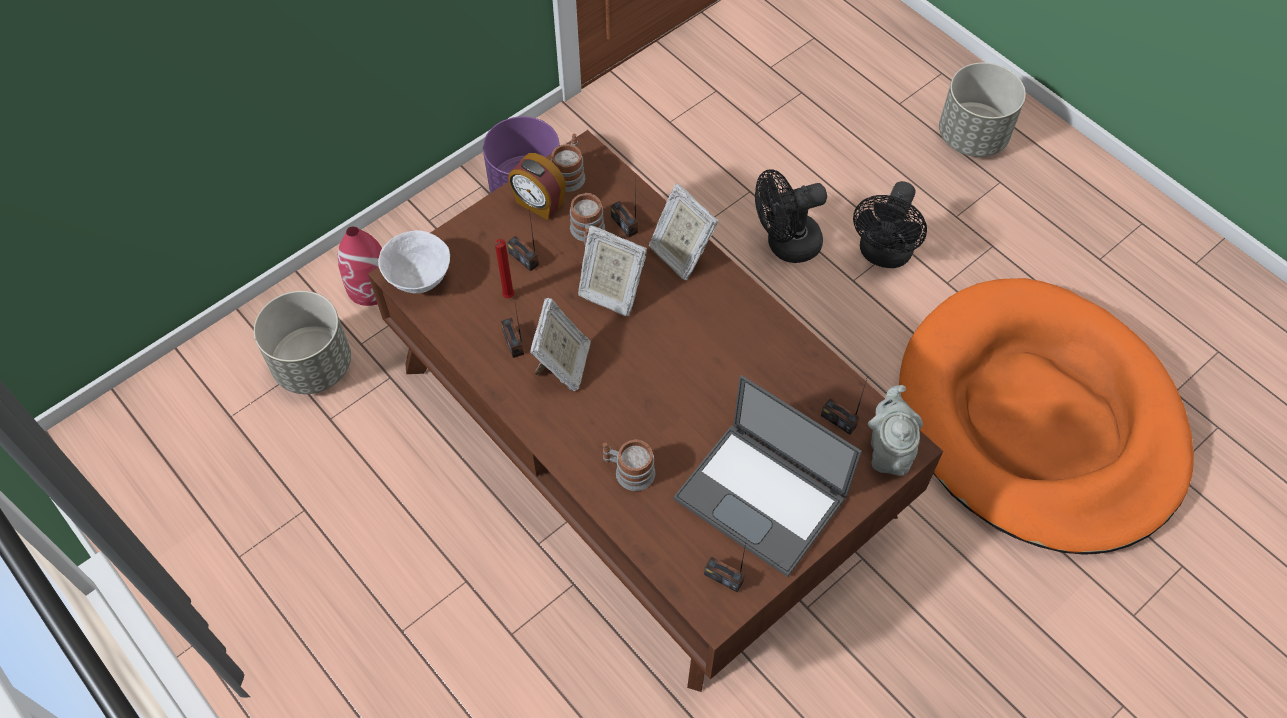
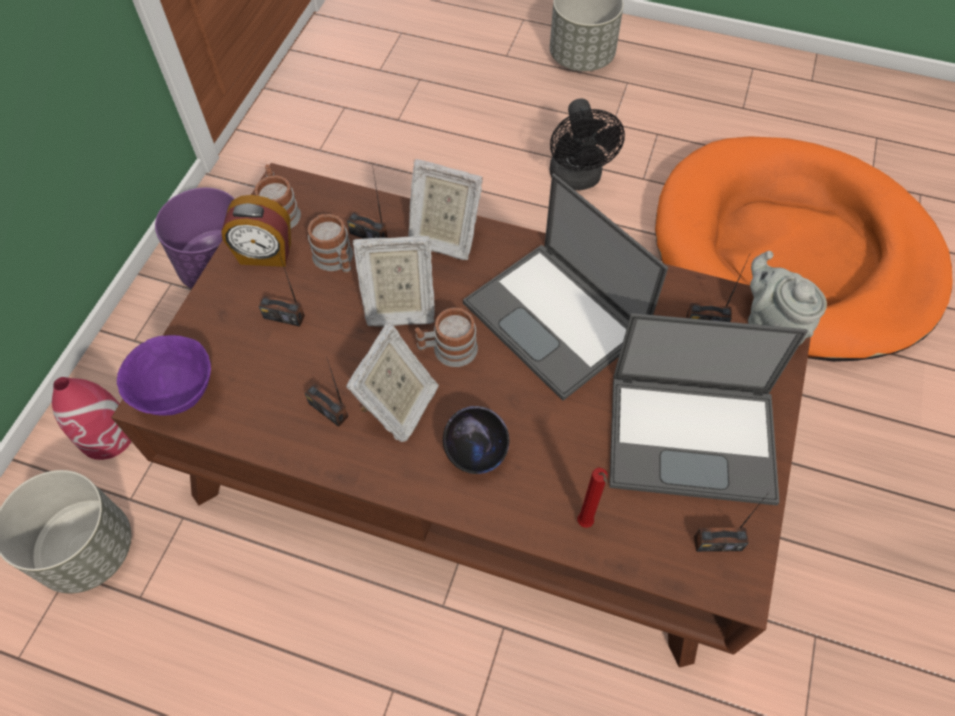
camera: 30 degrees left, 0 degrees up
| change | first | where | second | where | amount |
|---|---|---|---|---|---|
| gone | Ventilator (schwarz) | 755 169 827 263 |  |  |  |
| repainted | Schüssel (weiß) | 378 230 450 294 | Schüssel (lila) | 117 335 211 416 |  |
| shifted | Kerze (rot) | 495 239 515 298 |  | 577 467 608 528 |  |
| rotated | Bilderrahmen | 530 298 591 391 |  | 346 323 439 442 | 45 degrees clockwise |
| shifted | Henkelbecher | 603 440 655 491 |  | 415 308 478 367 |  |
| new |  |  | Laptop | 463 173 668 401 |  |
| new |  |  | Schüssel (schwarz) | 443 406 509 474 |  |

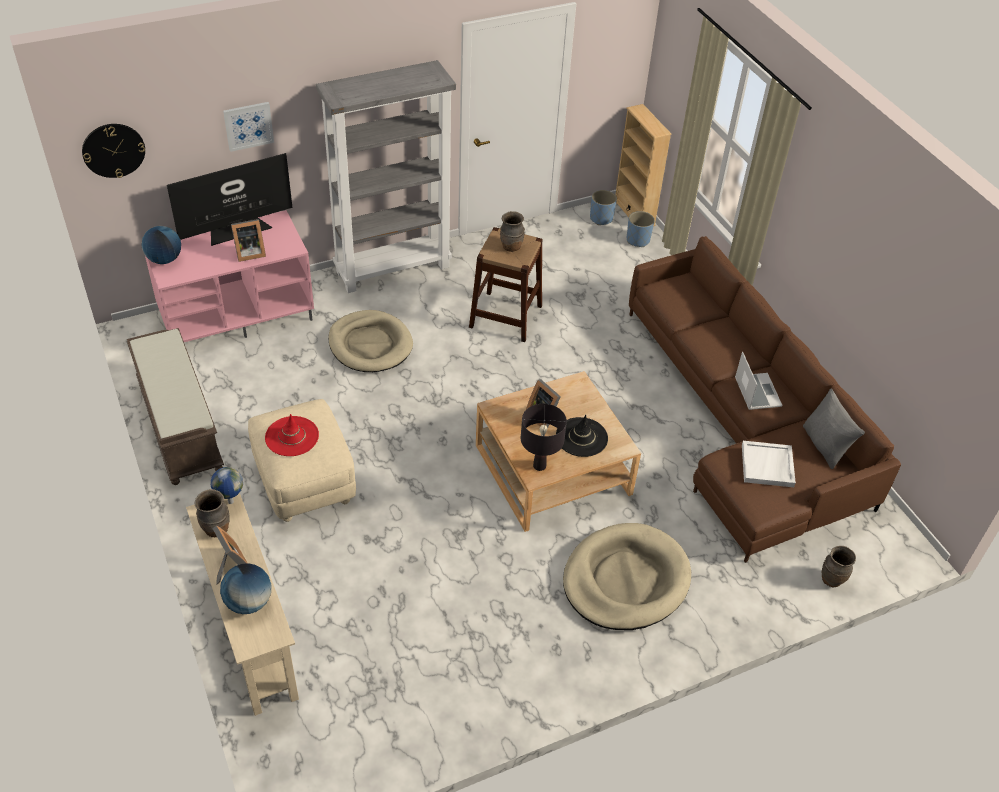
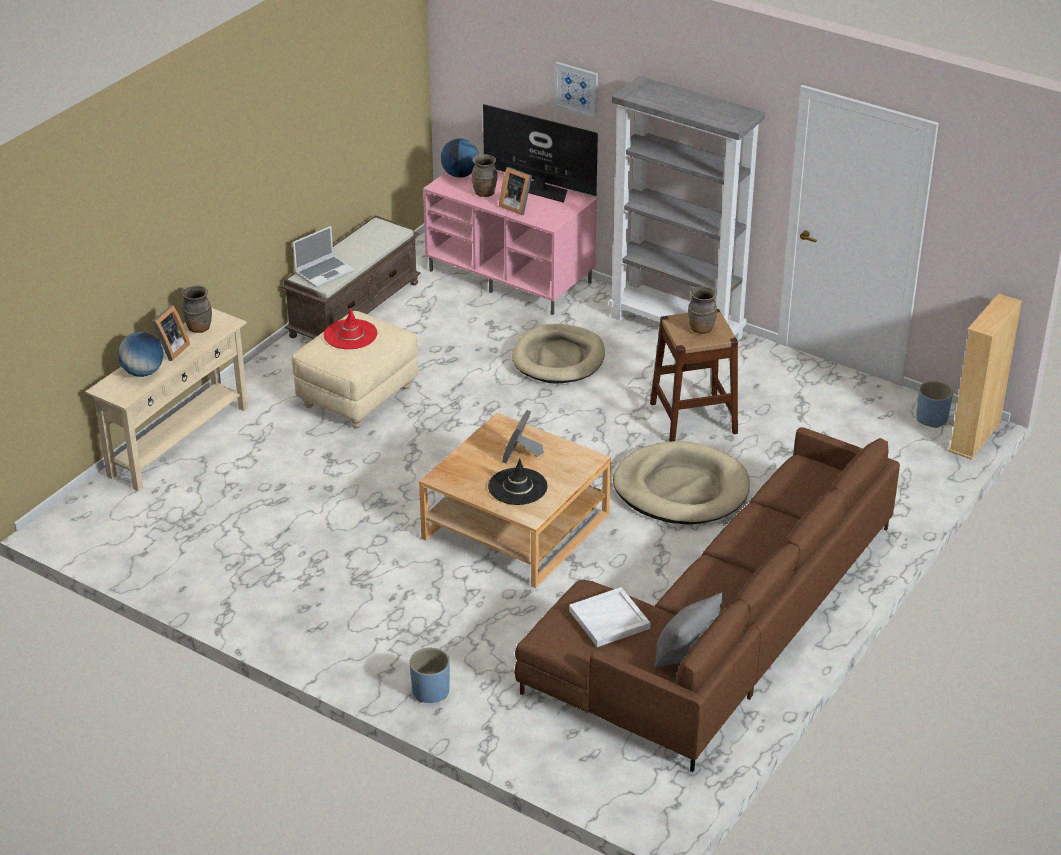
camera: 60 degrees right, 10 degrees down
| change | first | where | second | where | amount |
|---|---|---|---|---|---|
| gone | Wanduhr | 82 124 145 178 |  |  |  |
| shifted | Pflanzkübel (blau) | 627 211 655 247 |  | 410 648 450 703 |  |
| shifted | Laptop | 735 352 783 410 |  | 293 226 354 288 |  |
| gone | Tischlampe (schwarz) | 521 404 567 471 |  |  |  |
| gone | Globus | 211 467 243 504 |  |  |  |
| shifted | Hundebett (beige) | 563 523 691 630 |  | 613 441 750 525 |  |
| shifted | Vase (braun) | 822 546 856 587 |  | 472 154 498 197 |  |

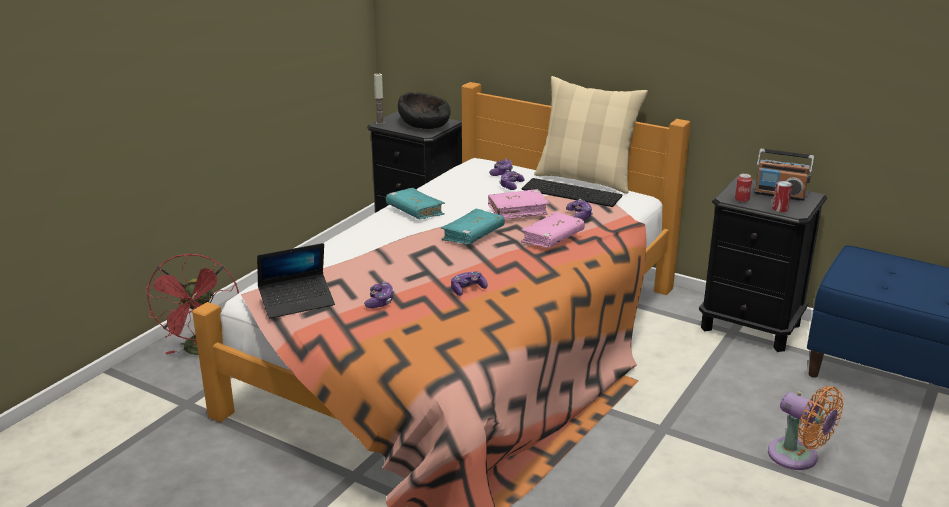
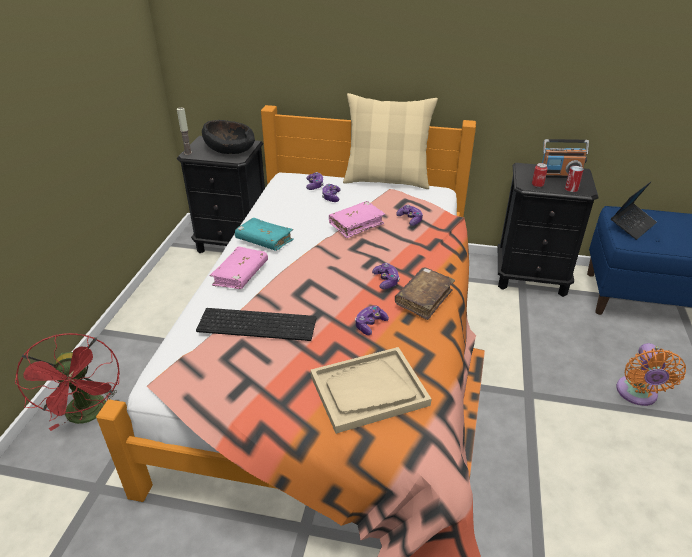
camera: 20 degrees left, 10 degrees up
| change | first | where | second | where | amount |
|---|---|---|---|---|---|
| shifted | Tastatur | 522 178 622 207 |  | 196 308 316 341 |  |
| gone | Buch (türkis) | 441 209 505 245 |  |  |  |
| shifted | Buch (rosa) | 521 212 585 248 |  | 210 246 268 289 |  |
| shifted | Laptop | 257 243 335 318 |  | 611 181 657 240 |  |
| shifted | Gamepad | 364 281 394 308 |  | 372 263 400 289 |  |
| rotated | Ventilator (orange) | 768 386 844 470 |  | 616 343 686 406 | 75 degrees clockwise |
| new |  |  | Buch (braun) | 395 267 455 320 |  |
| new |  |  | Tablett (beige) | 310 347 431 434 |  |

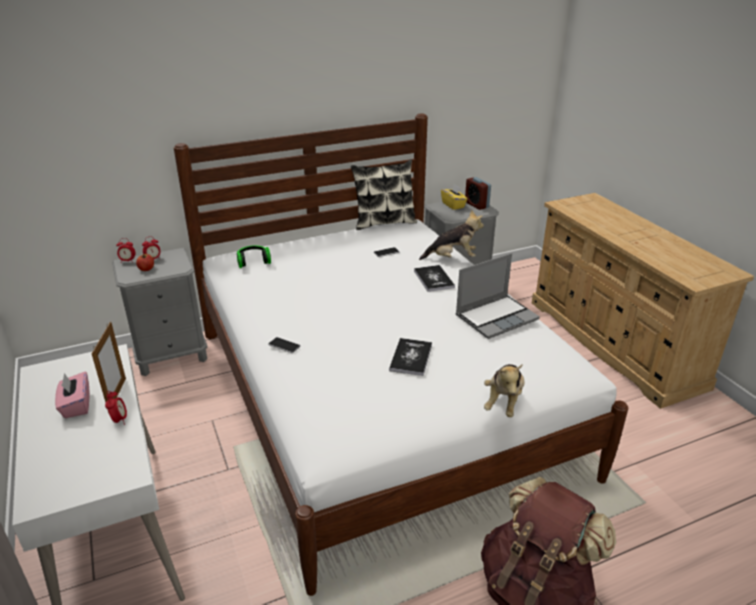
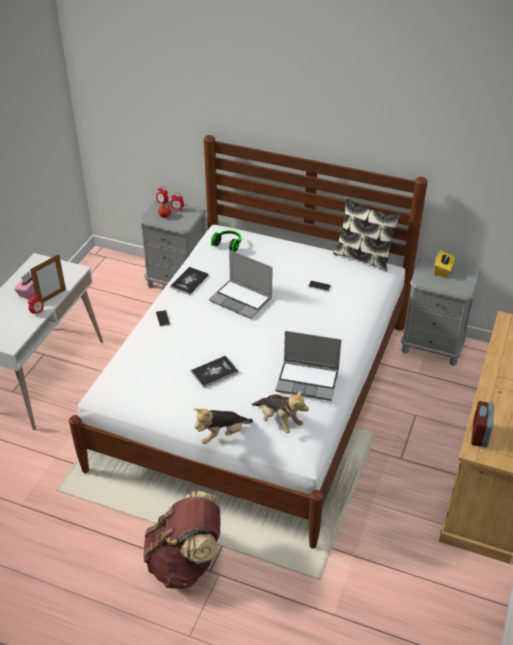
camera: 45 degrees right, 10 degrees up
| change | first | where | second | where | amount |
|---|---|---|---|---|---|
| shifted | Wecker | 465 177 491 210 |  | 471 401 494 447 |  |
| shifted | Plüschtier | 419 210 484 260 |  | 252 390 309 433 |  |
| shifted | Buch | 414 265 455 292 |  | 170 267 209 295 |  |
| new |  |  | Laptop | 209 250 273 319 |  |

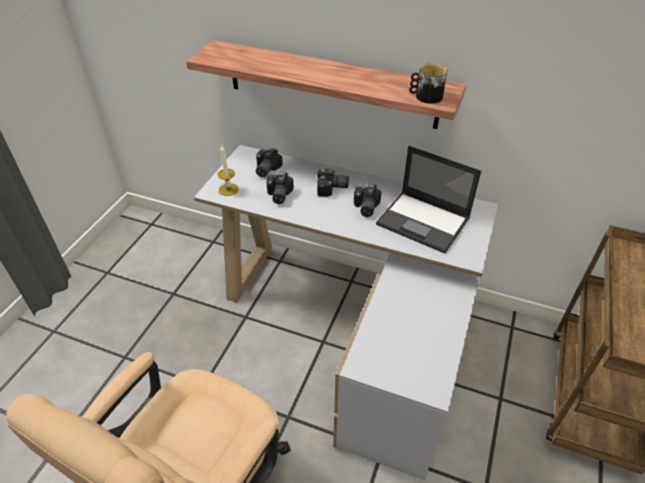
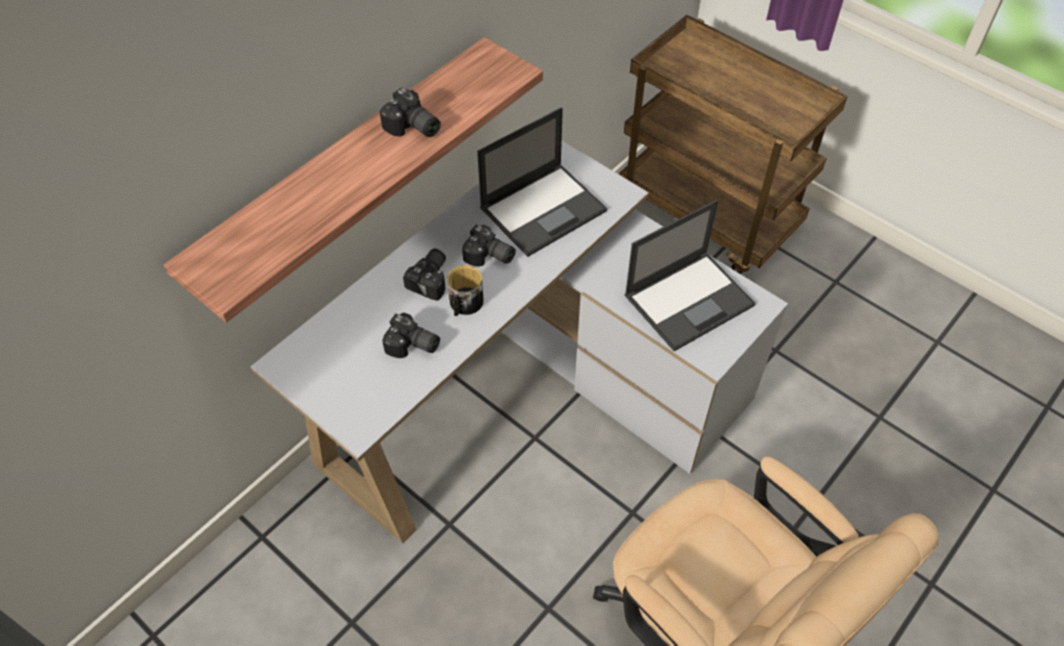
camera: 70 degrees left, 10 degrees up
| change | first | where | second | where | amount |
|---|---|---|---|---|---|
| shifted | Henkelbecher | 409 64 447 104 |  | 447 265 484 316 |  |
| gone | Kerze | 218 145 239 196 |  |  |  |
| shifted | Kamera | 256 148 283 177 |  | 380 88 441 137 |  |
| new |  |  | Laptop | 624 200 756 351 |  |

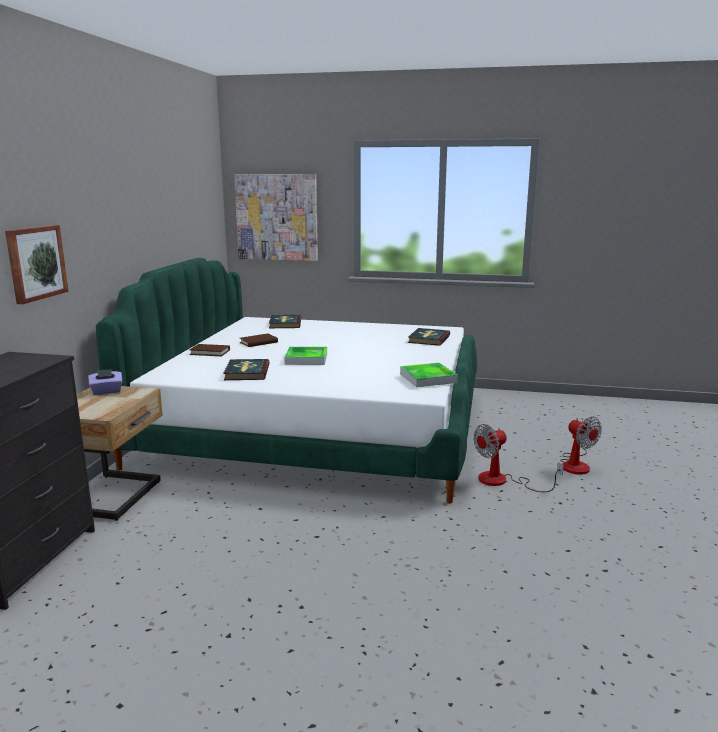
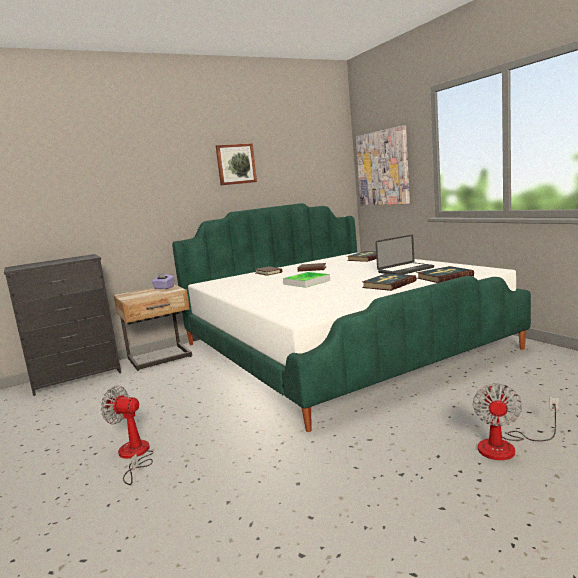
camera: 50 degrees right, 5 degrees down
| change | first | where | second | where | amount |
|---|---|---|---|---|---|
| shifted | Bild | 5 225 69 304 |  | 216 143 257 185 |  |
| shifted | Buch | 223 359 270 380 |  | 362 273 416 291 |  |
| gone | Tablett | 400 363 458 387 |  |  |  |
| shifted | Ventilator | 473 424 564 492 |  | 101 386 154 485 |  |
| new |  |  | Laptop | 375 235 434 275 |  |

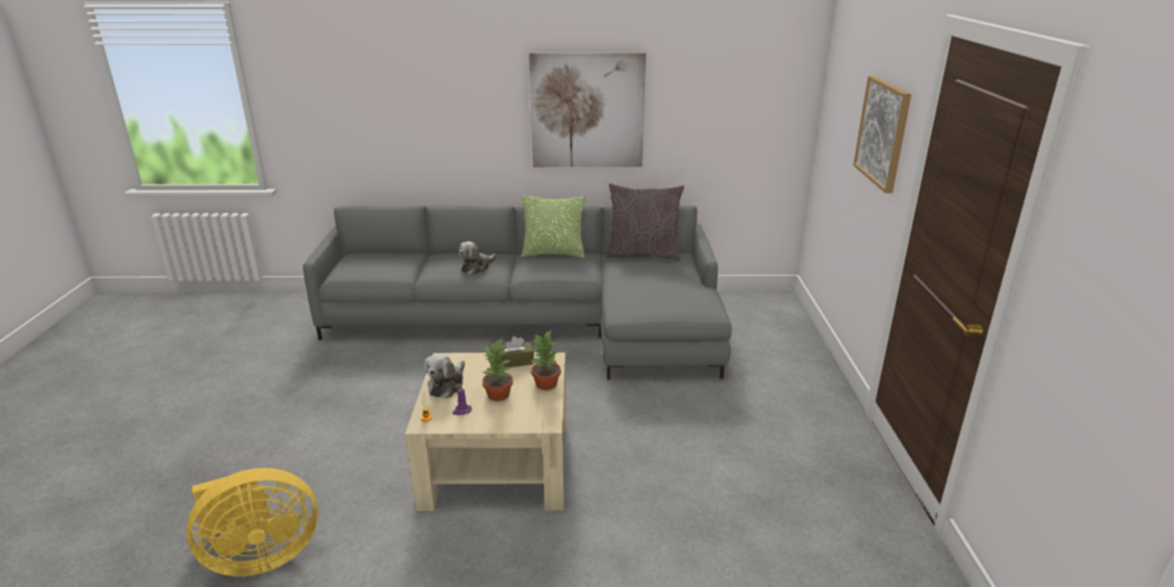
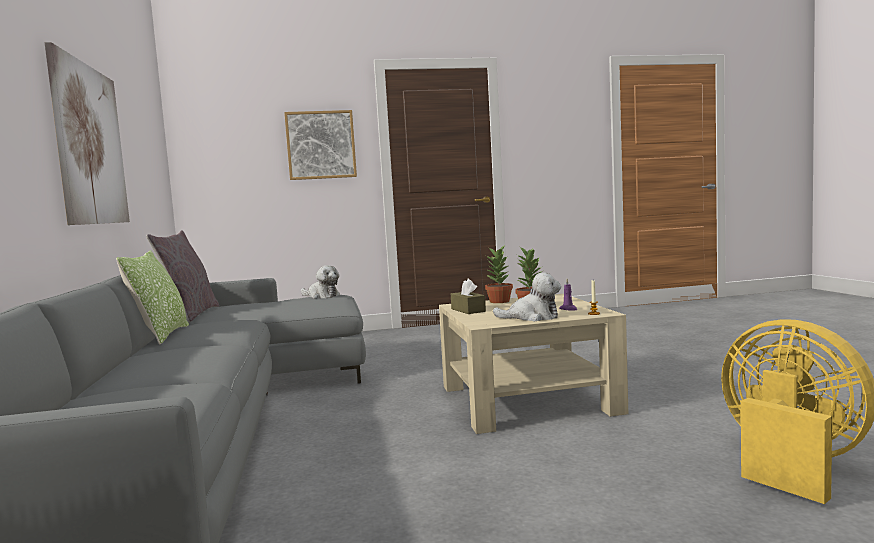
camera: 100 degrees left, 20 degrees down
| change | first | where | second | where | amount |
|---|---|---|---|---|---|
| shifted | Plüschtier | 459 241 497 275 |  | 301 265 340 299 |  |

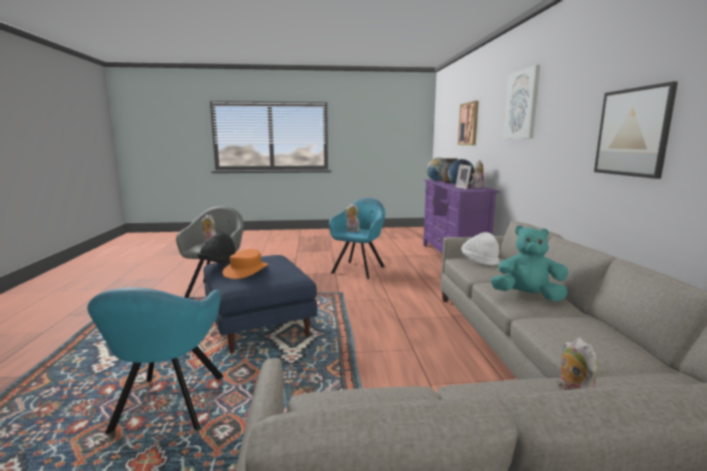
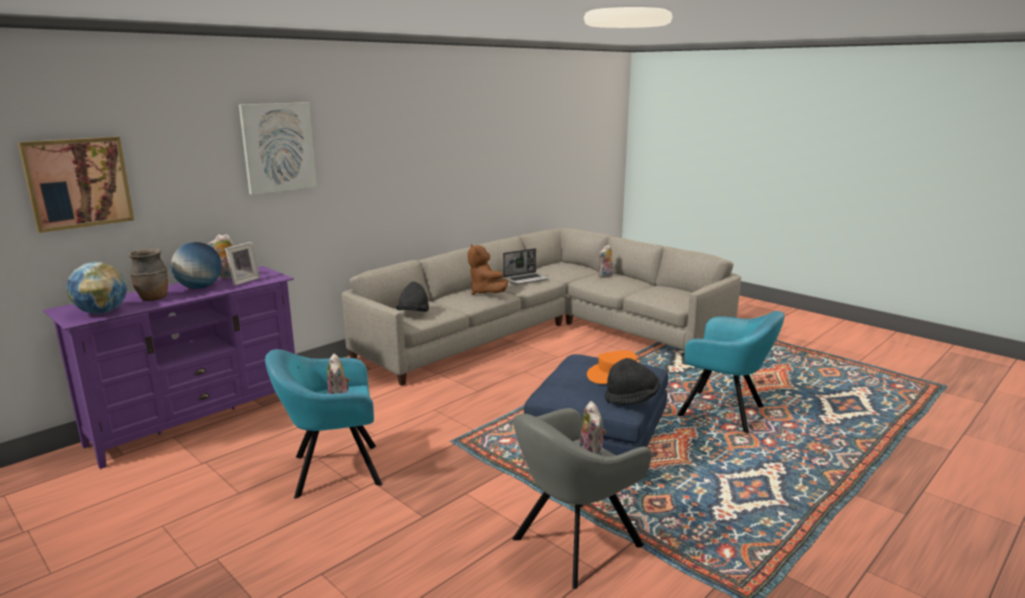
camera: 130 degrees left, 5 degrees up
| change | first | where | second | where | amount |
|---|---|---|---|---|---|
| gone | Bild | 594 81 678 179 |  |  |  |
| repainted | Plüschtier (türkis) | 491 225 568 302 | Plüschtier (braun) | 468 244 508 295 |  |
| repainted | Hut (weiß) | 461 232 500 266 | Hut (schwarz) | 396 282 429 312 |  |
| rotated | Sessel (türkis) | 87 287 224 434 |  | 677 311 784 433 | 75 degrees clockwise |
| new |  |  | Laptop | 503 248 549 285 |  |

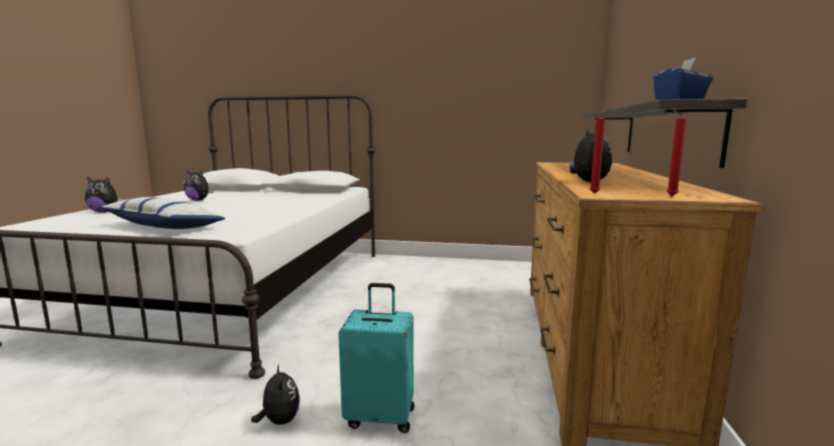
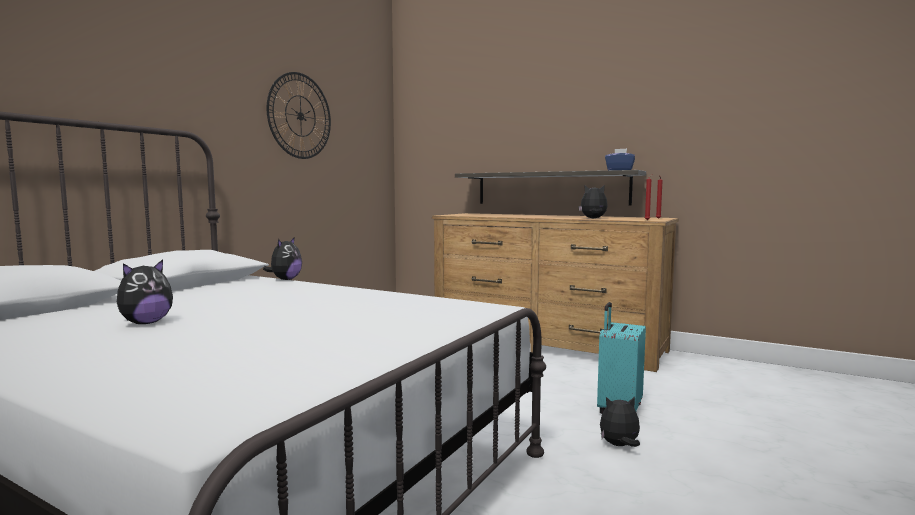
camera: 70 degrees left, 5 degrees down
| change | first | where | second | where | amount |
|---|---|---|---|---|---|
| shifted | Plüschtier | 85 177 124 213 |  | 263 238 302 280 |  |
| gone | Kissen | 98 197 225 229 |  |  |  |
| new |  |  | Wanduhr | 267 72 331 159 |  |

